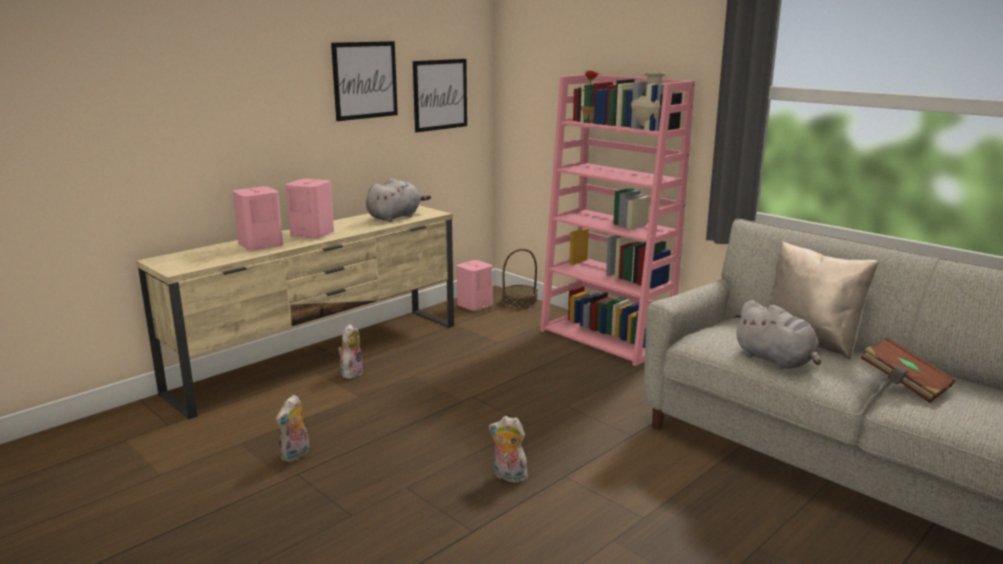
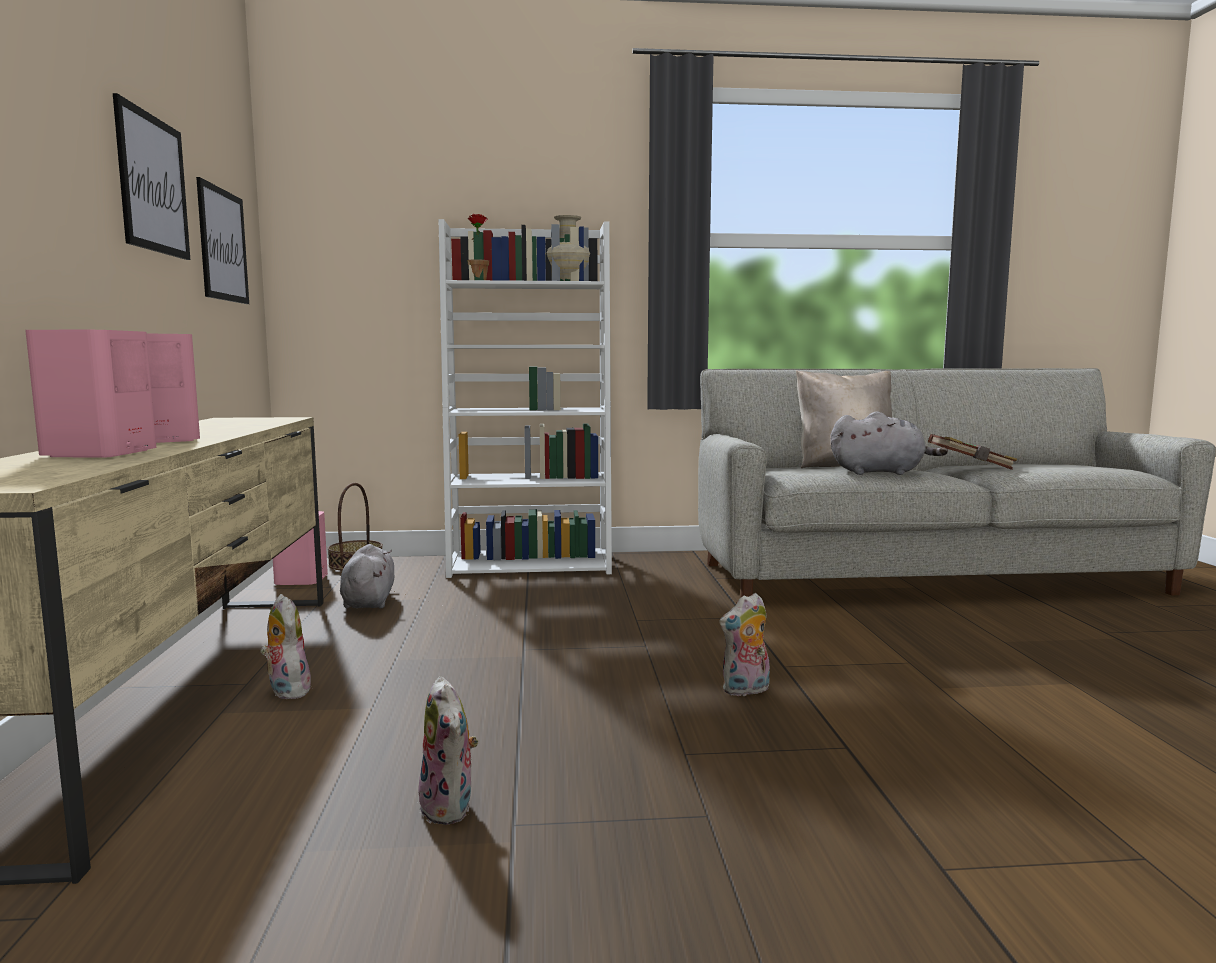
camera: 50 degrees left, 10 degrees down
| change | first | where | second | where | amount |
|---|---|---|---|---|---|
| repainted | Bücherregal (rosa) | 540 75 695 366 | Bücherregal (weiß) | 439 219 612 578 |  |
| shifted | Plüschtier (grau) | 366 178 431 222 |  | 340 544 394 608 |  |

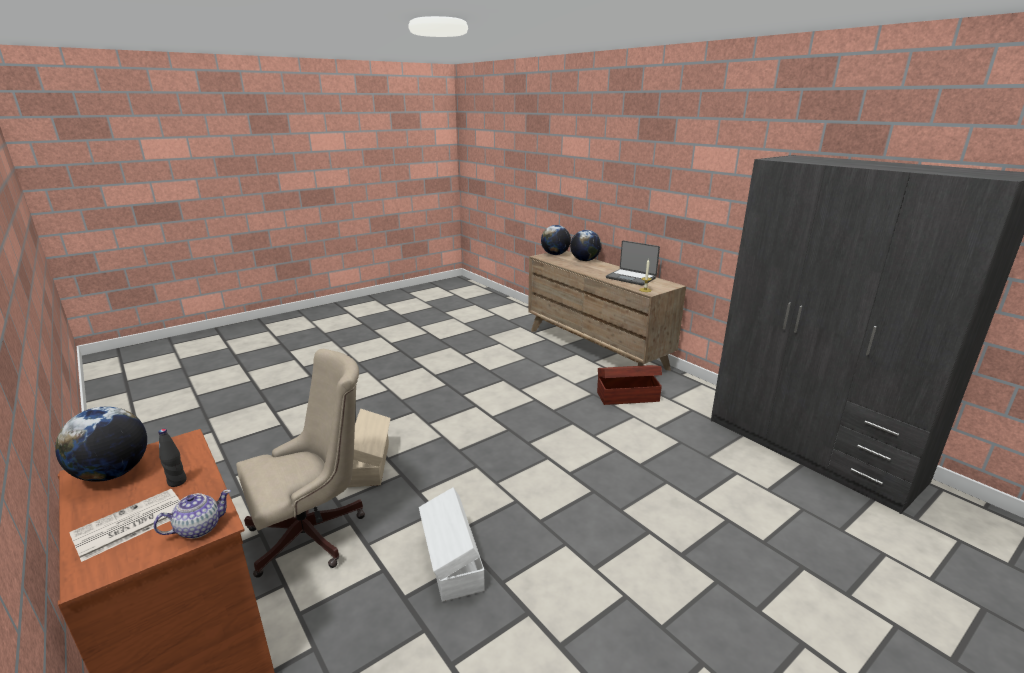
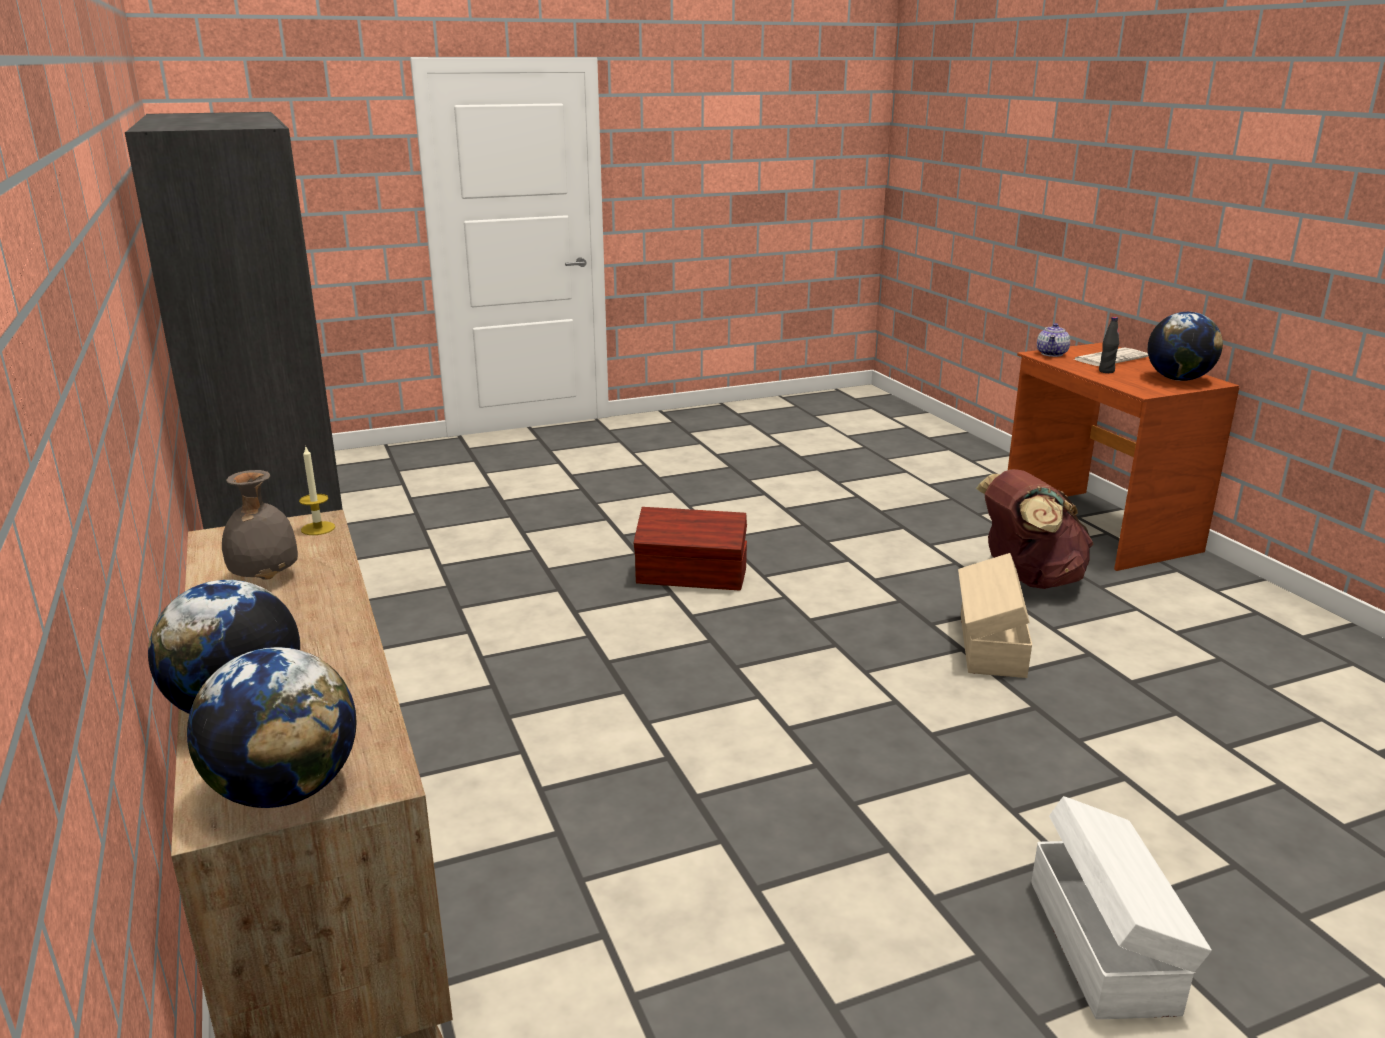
camera: 165 degrees left, 0 degrees up
| change | first | where | second | where | amount |
|---|---|---|---|---|---|
| swapped | Laptop | 606 240 660 286 | Vase (grau) | 222 470 298 580 |  |
| swapped | Bürostuhl (beige) | 236 349 365 578 | Rucksack (braun) | 976 469 1093 589 |  |
| shifted | Aufbewahrungsbox (braun) | 597 365 662 405 |  | 634 507 747 590 |  |
| shifted | Aufbewahrungsbox (weiß) | 419 487 485 602 |  | 1031 796 1212 1019 |  |
| rotated | Teekanne | 153 489 231 539 |  | 1037 323 1070 357 | 45 degrees counterclockwise |

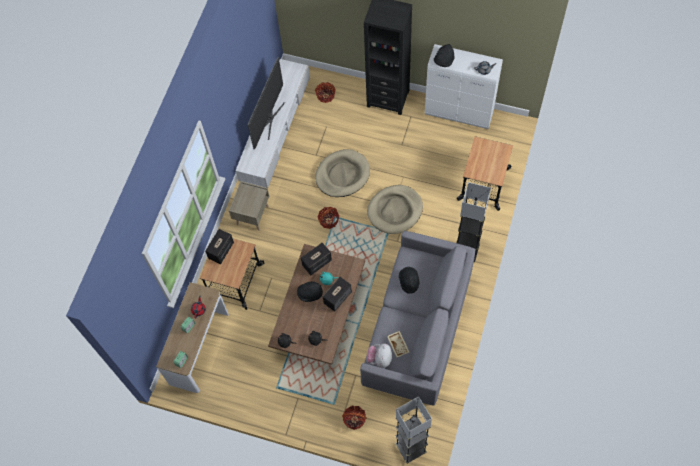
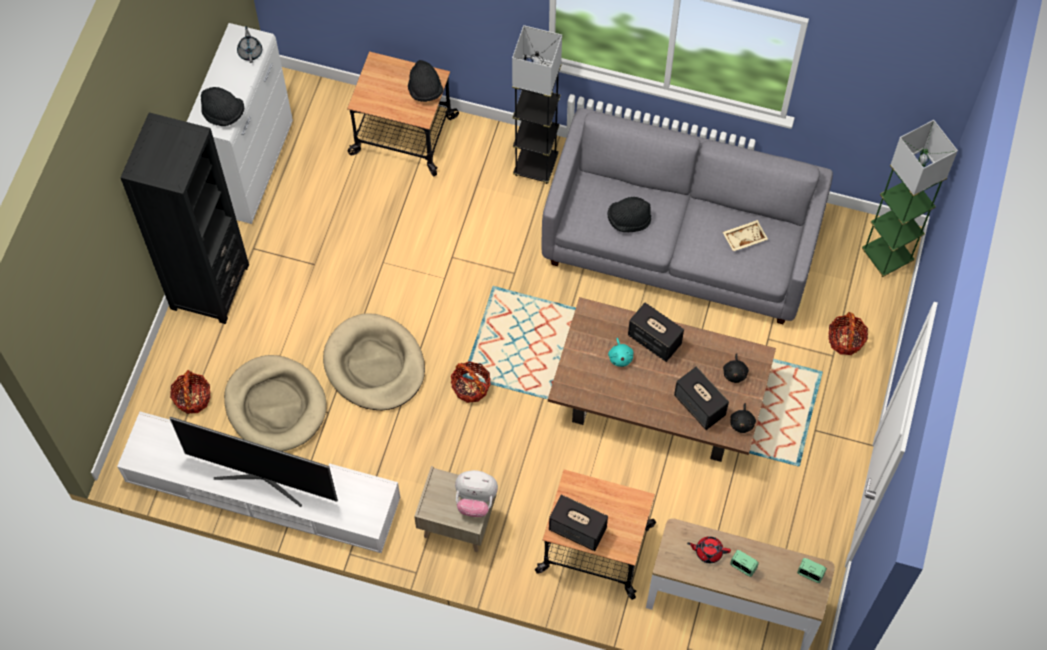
camera: 95 degrees left, 0 degrees up
| change | first | where | second | where | amount |
|---|---|---|---|---|---|
| shifted | Hundebett (beige) | 367 185 423 234 |  | 224 355 327 451 |  |
| shifted | Lautsprecher | 301 243 332 275 |  | 674 366 729 430 |  |
| shifted | Hut (schwarz) | 297 281 323 302 |  | 408 60 443 102 |  |
| shifted | Plüschtier | 366 343 392 368 |  | 455 470 498 517 |  |
| repainted | Stehlampe (grau) | 395 396 432 464 | Stehlampe (grün) | 862 120 958 277 |  |

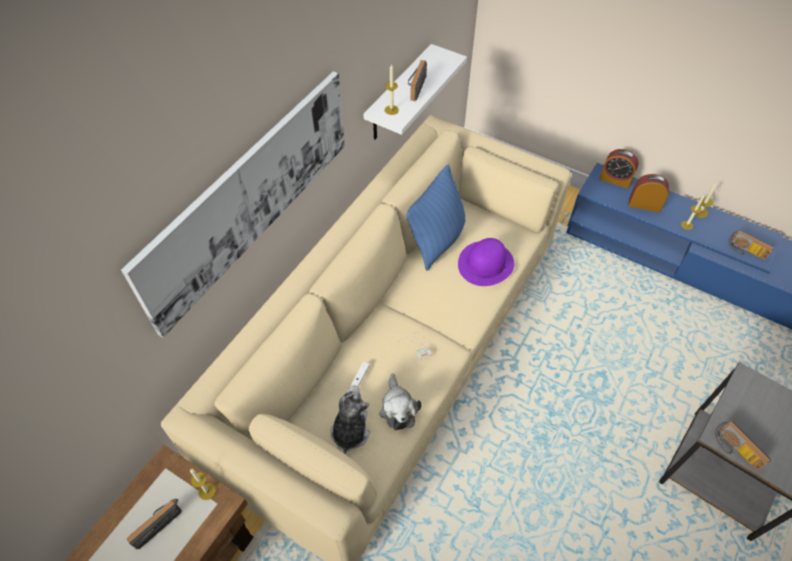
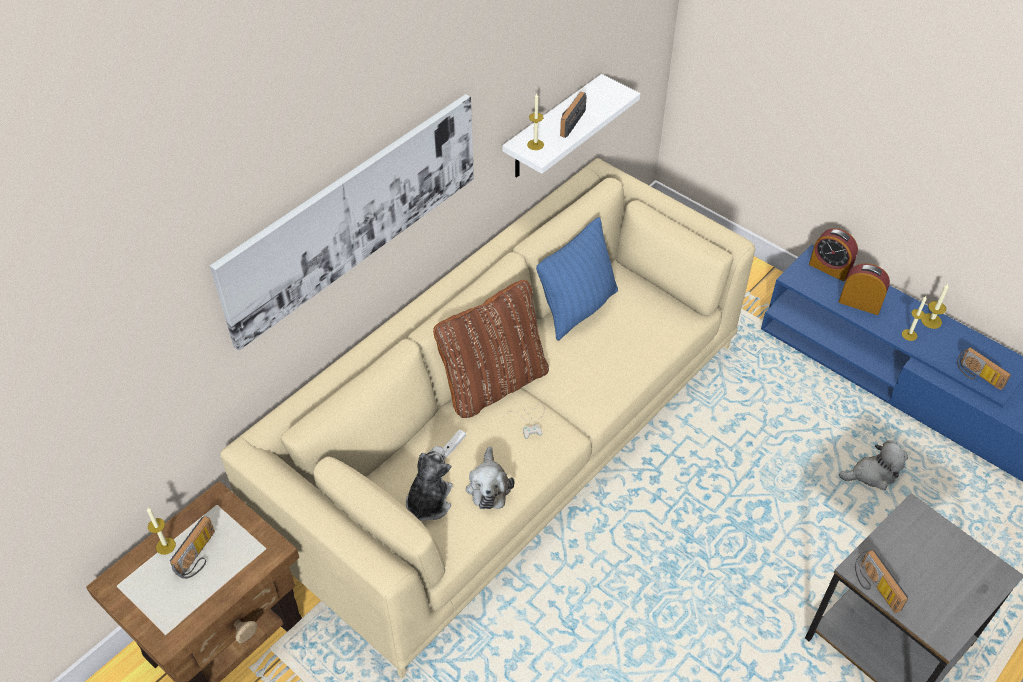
camera: 10 degrees right, 5 degrees down
| change | first | where | second | where | amount |
|---|---|---|---|---|---|
| gone | Hut (lila) | 458 238 514 286 |  |  |  |
| shifted | Kerze | 190 469 216 500 |  | 147 508 176 555 |  |
| rotated | Radio | 127 499 182 549 |  | 170 516 215 579 | 150 degrees clockwise |
| new |  |  | Kissen (braun) | 433 280 549 418 |  |
| new |  |  | Plüschtier | 839 440 908 490 |  |

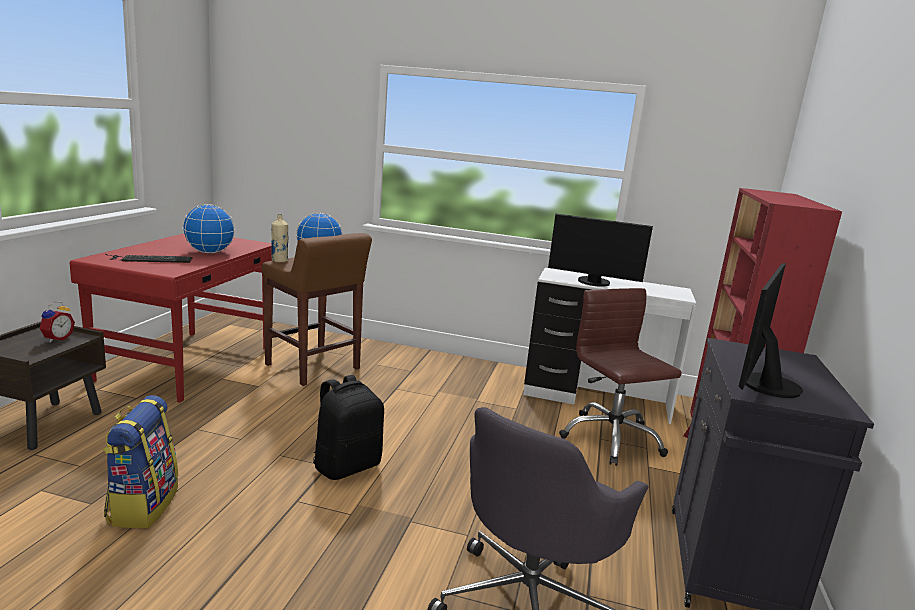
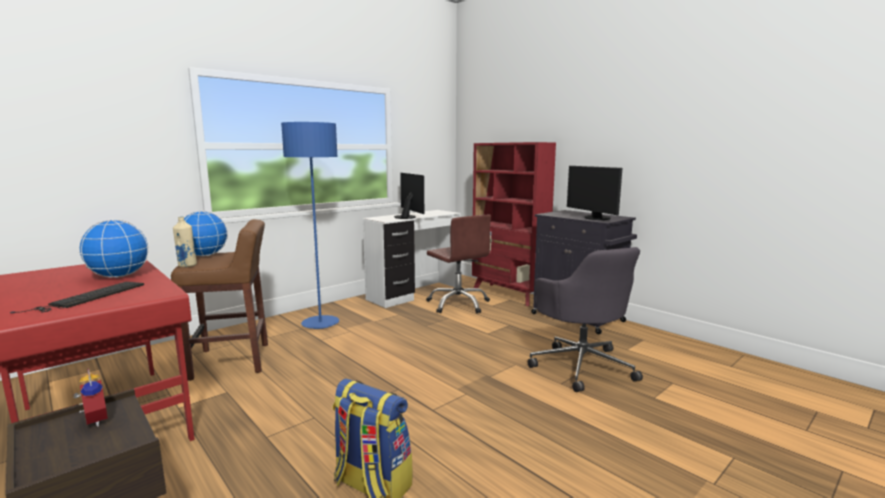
camera: 55 degrees left, 5 degrees down
| change | first | where | second | where | amount |
|---|---|---|---|---|---|
| rotated | Monitor | 548 214 653 287 |  | 394 173 424 219 | 75 degrees counterclockwise |
| rotated | Bürostuhl (braun) | 559 288 682 466 |  | 426 215 491 314 | 135 degrees counterclockwise |
| gone | Rucksack (schwarz) | 313 375 384 480 |  |  |  |
| new |  |  | Stehlampe (blau) | 281 122 339 329 |  |

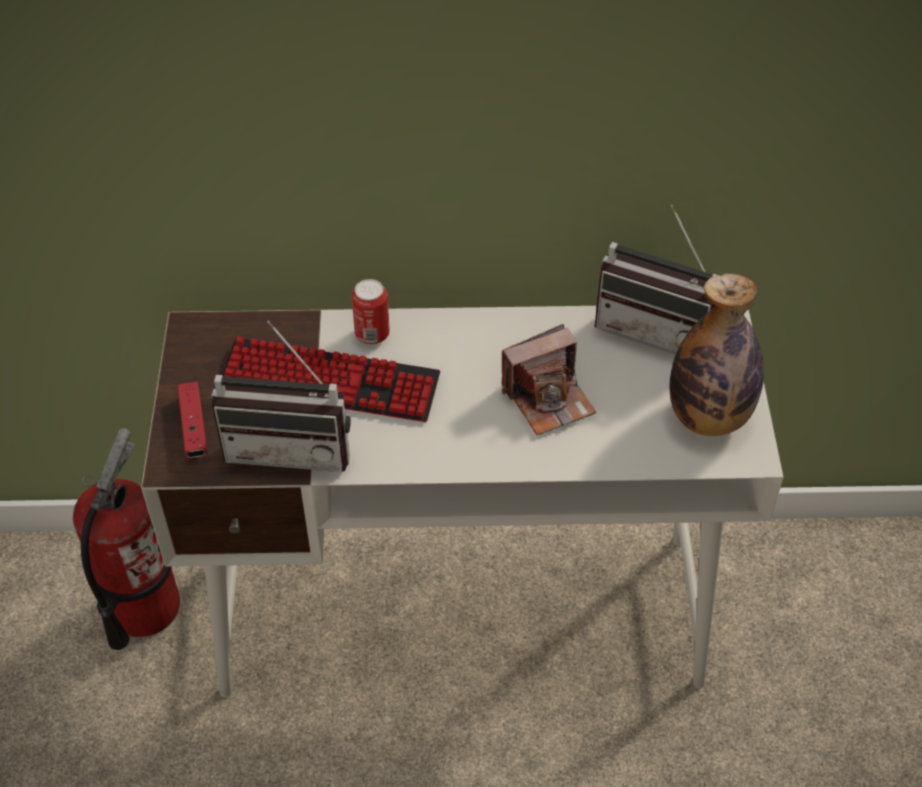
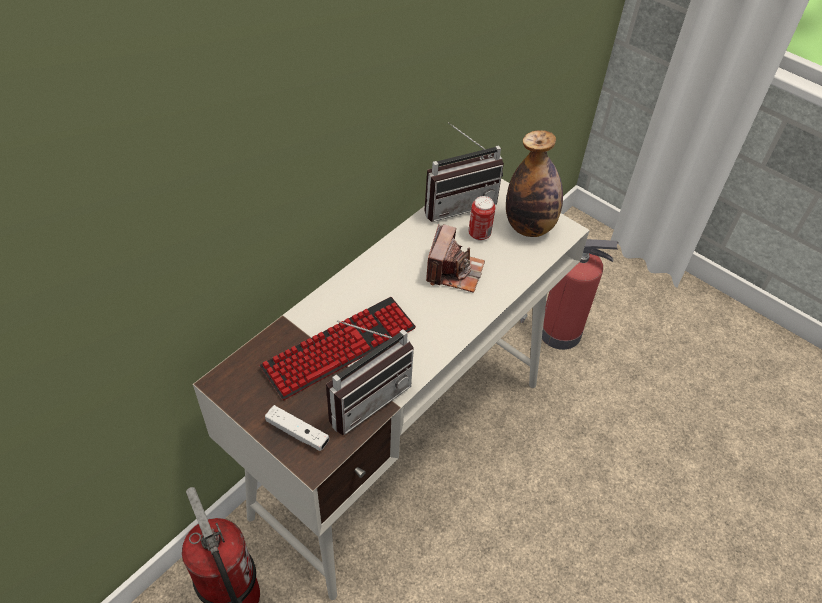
camera: 50 degrees left, 0 degrees up
| change | first | where | second | where | amount |
|---|---|---|---|---|---|
| shifted | Dose | 352 279 390 345 |  | 468 196 495 241 |  |
| repainted | Gamepad (rot) | 178 382 208 458 | Gamepad (weiß) | 265 405 329 451 |  |
| new |  |  | Feuerlöscher | 520 239 619 350 |  |

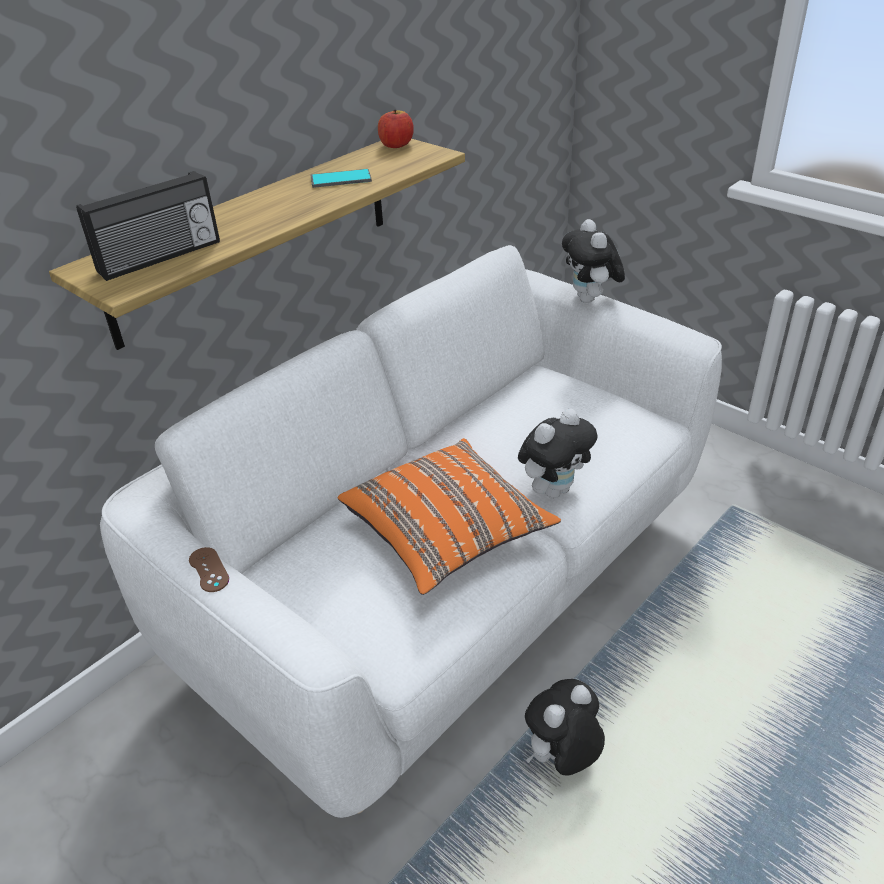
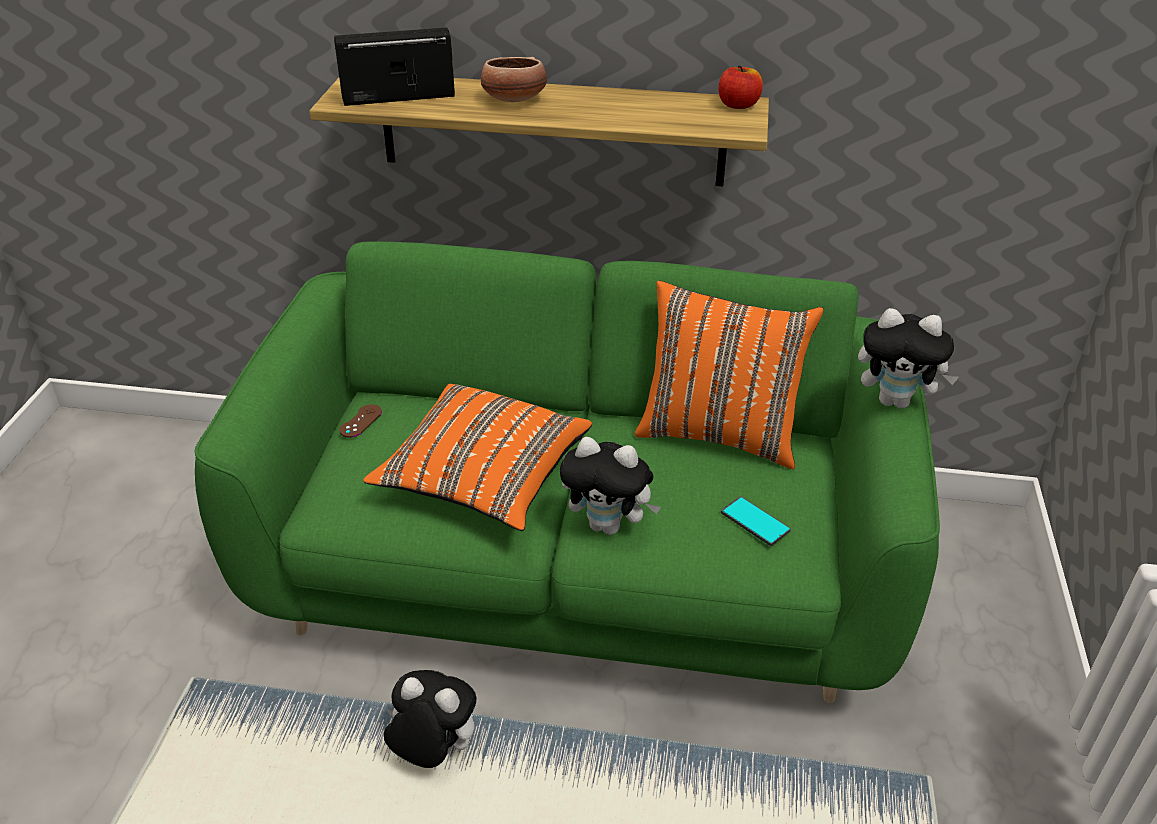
camera: 55 degrees right, 0 degrees up
| change | first | where | second | where | amount |
|---|---|---|---|---|---|
| shifted | Handy | 311 169 372 188 |  | 721 496 791 546 |  |
| rotated | Radio | 76 171 220 281 |  | 334 28 455 106 | 150 degrees clockwise |
| rotated | Plüschtier | 562 219 625 303 |  | 858 308 959 409 | 120 degrees counterclockwise |
| repainted | Sofa (weiß) | 100 245 722 818 | Sofa (grün) | 195 241 940 703 |  |
| shifted | Gamepad (braun) | 189 547 229 592 |  | 339 404 382 438 |  |
| new |  |  | Schüssel | 481 57 547 102 |  |
| new |  |  | Kissen (orange) | 635 281 824 469 |  |

